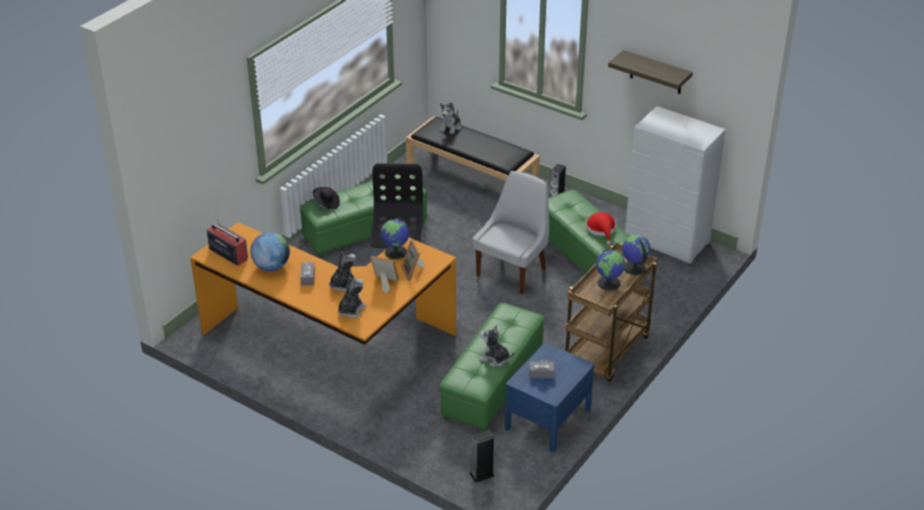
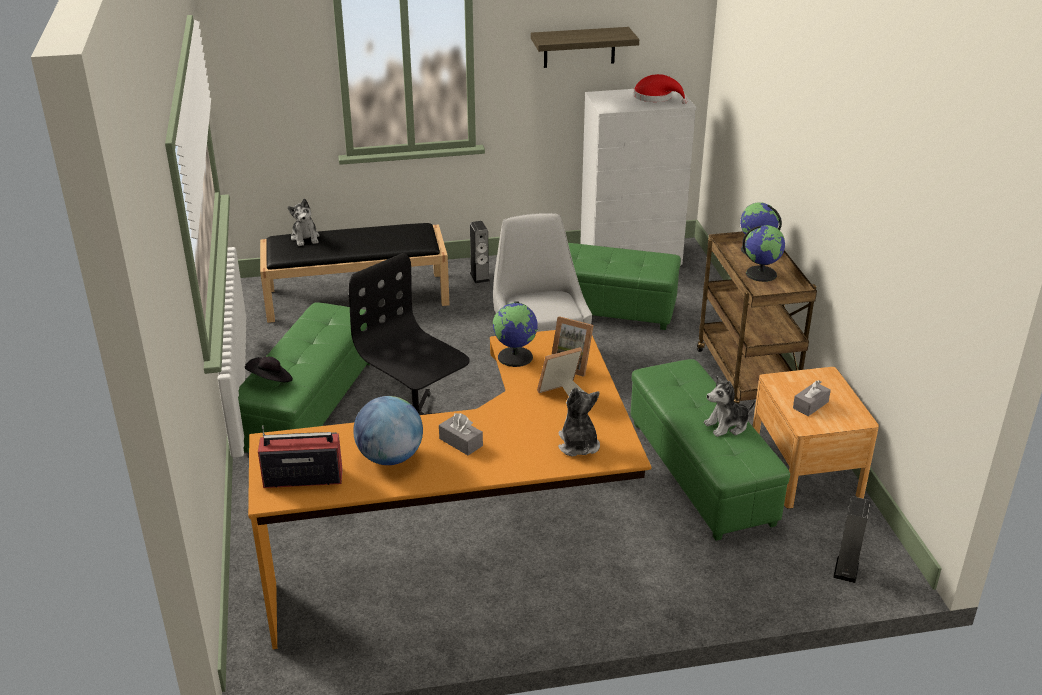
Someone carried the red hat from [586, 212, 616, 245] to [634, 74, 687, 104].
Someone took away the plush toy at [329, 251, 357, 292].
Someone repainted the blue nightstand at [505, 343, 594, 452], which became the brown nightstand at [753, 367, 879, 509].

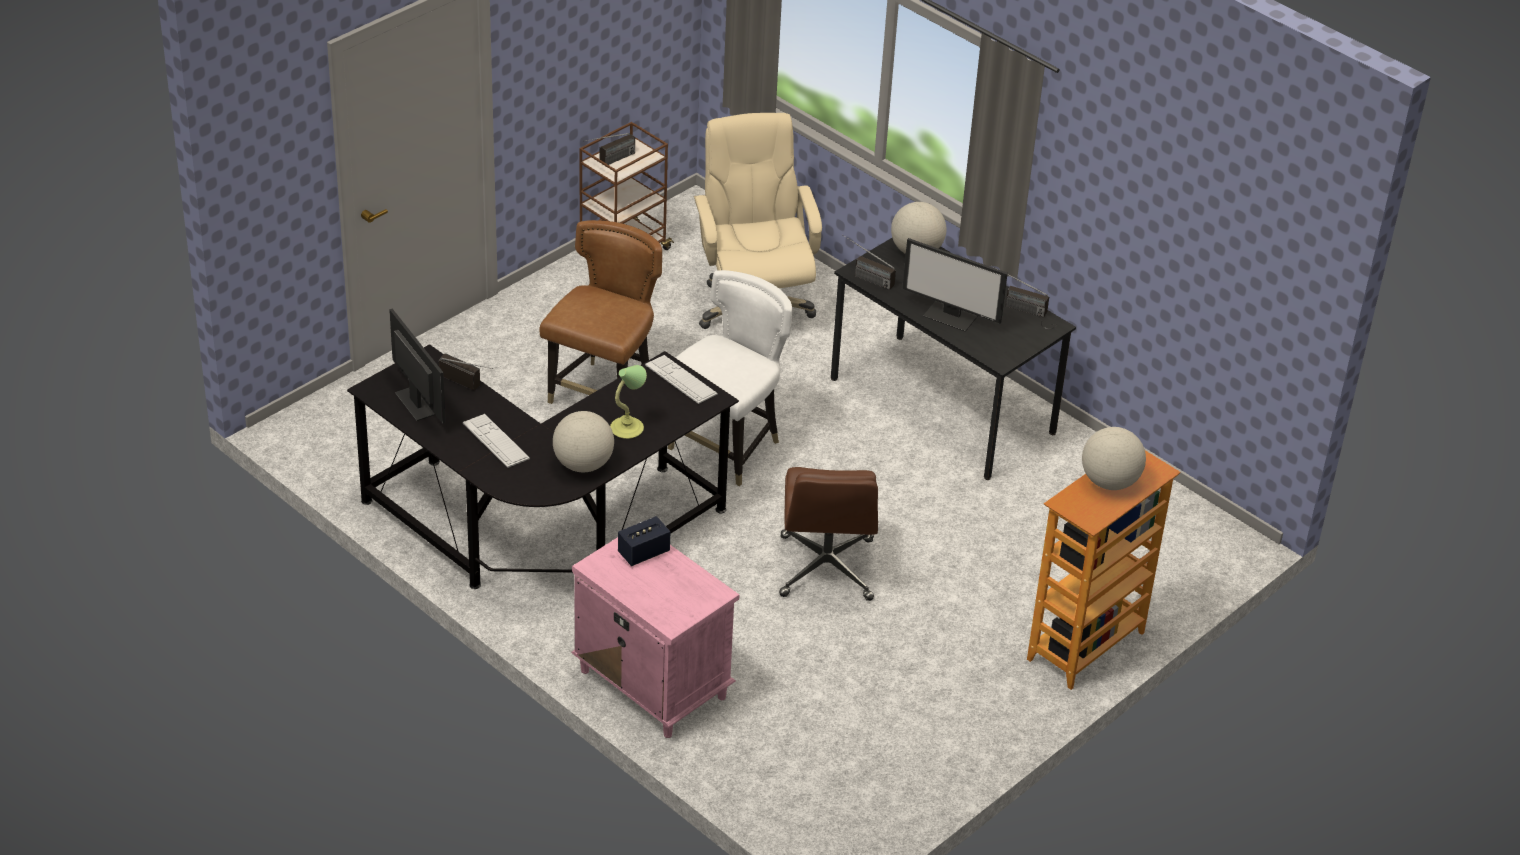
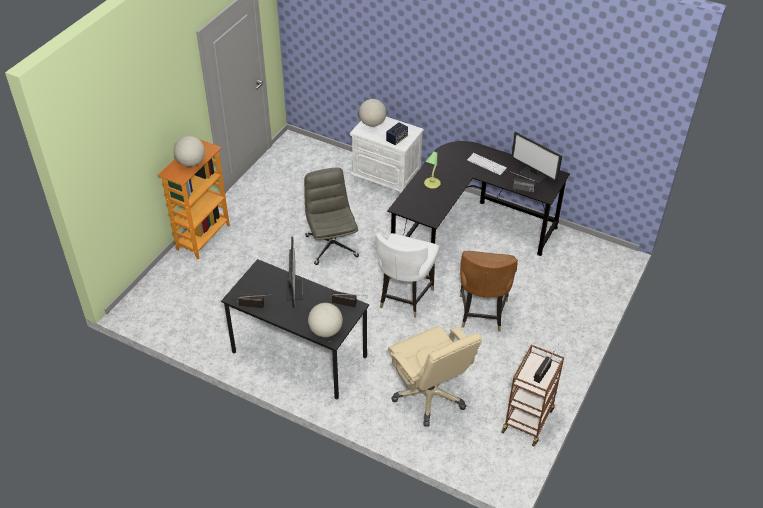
Someone rotated the monitor at [902, 238, 1008, 332] by 75 degrees clockwise.
Someone took away the keyboard at [645, 355, 718, 404].
Someone carried the globe from [553, 411, 614, 472] to [359, 99, 386, 127].
Someone repainted the brown office chair at [779, 467, 878, 601], which became the grey office chair at [304, 167, 359, 265].
Someone repainted the pink nightstand at [571, 537, 739, 738], which became the white nightstand at [350, 117, 424, 194].

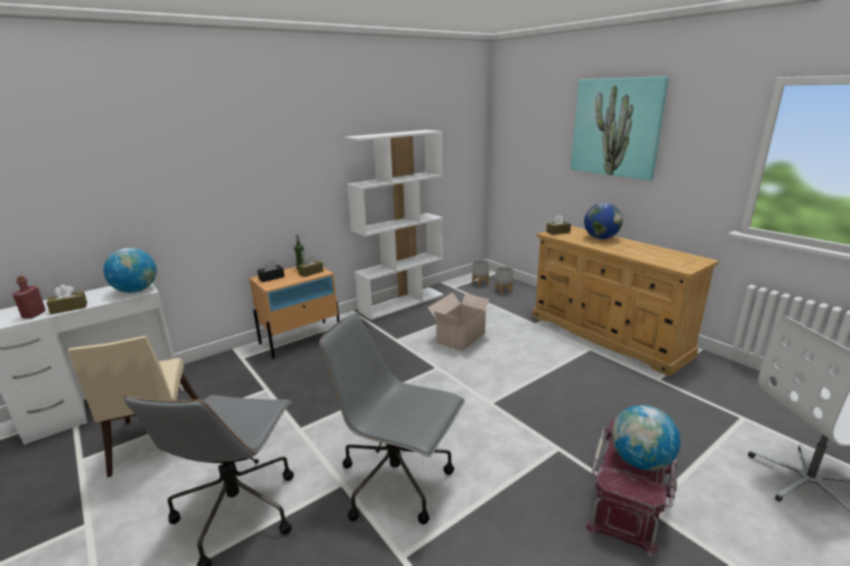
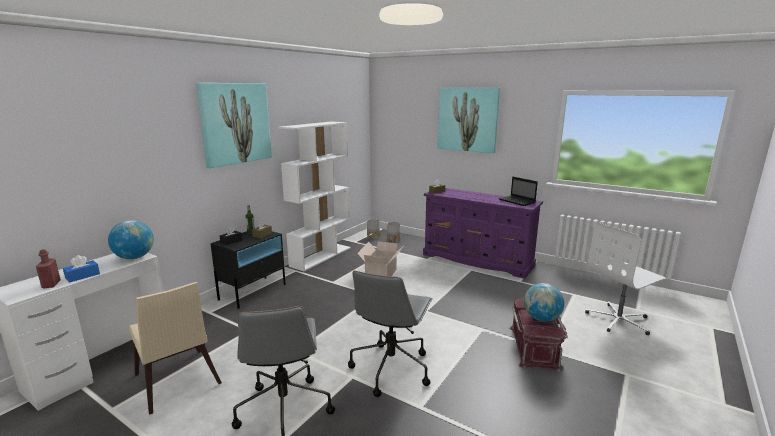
Someone took away the globe at [584, 203, 623, 239].
Someone repainted the beige dresser at [532, 226, 719, 376], which became the purple dresser at [423, 188, 543, 279].
Someone repainted the beige nightstand at [249, 266, 339, 358], which became the black nightstand at [210, 231, 286, 309].
Someone repainted the brown tissue box at [47, 285, 87, 314], which became the blue tissue box at [63, 255, 100, 283].
Someone rotated the grey office chair at [319, 313, 465, 525] by 75 degrees counterclockwise.
Someone put up the picture at [196, 83, 272, 168].
Someone put down the laptop at [498, 177, 538, 206].

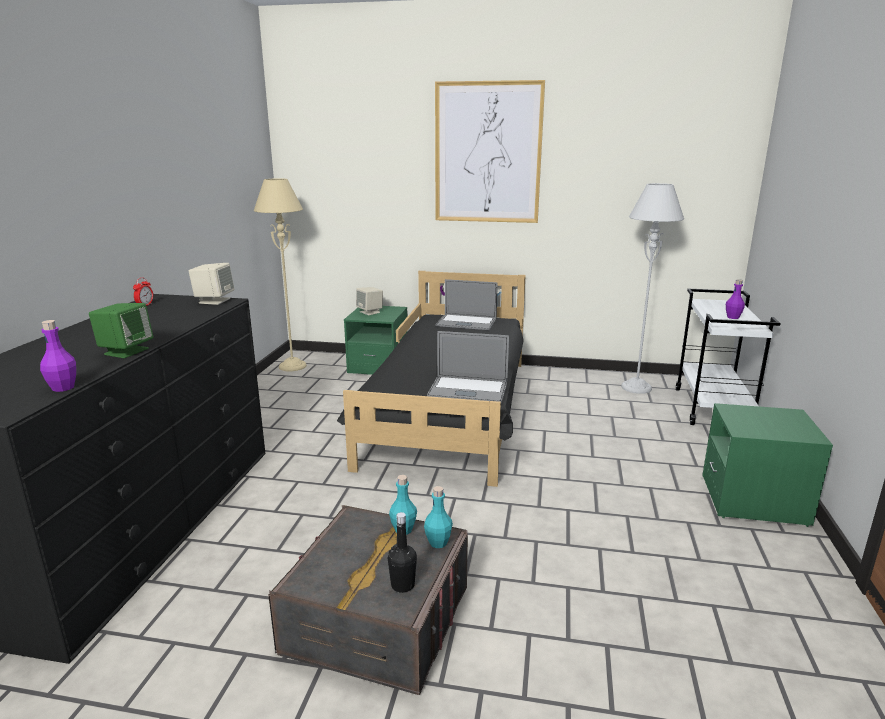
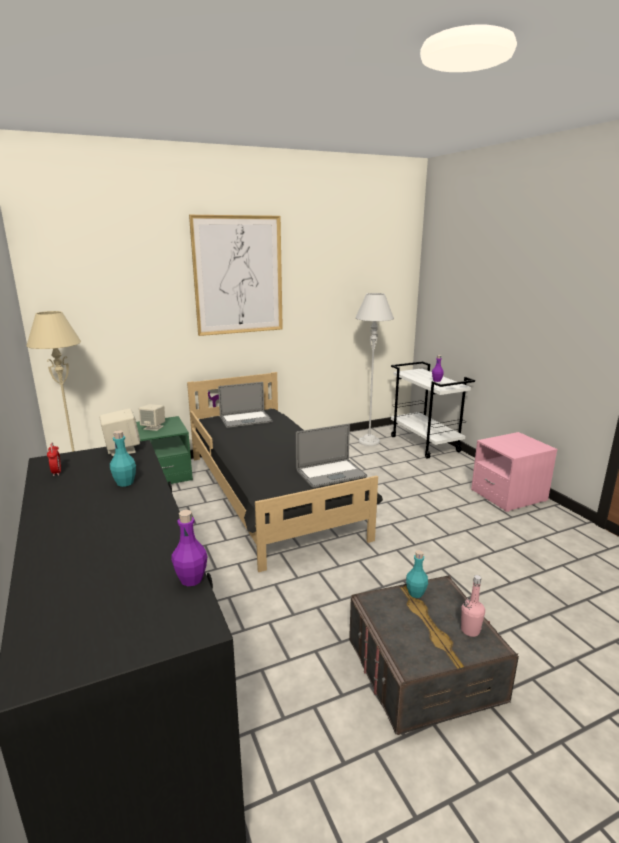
Someone took away the green speaker at [89, 303, 154, 358].
Someone repainted the green nightstand at [702, 403, 833, 527], which became the pink nightstand at [471, 432, 557, 512].
Someone carried the turquoise bottle from [424, 486, 453, 548] to [110, 430, 136, 487].
Someone repainted the black bottle at [388, 512, 417, 593], which became the pink bottle at [461, 575, 485, 637].

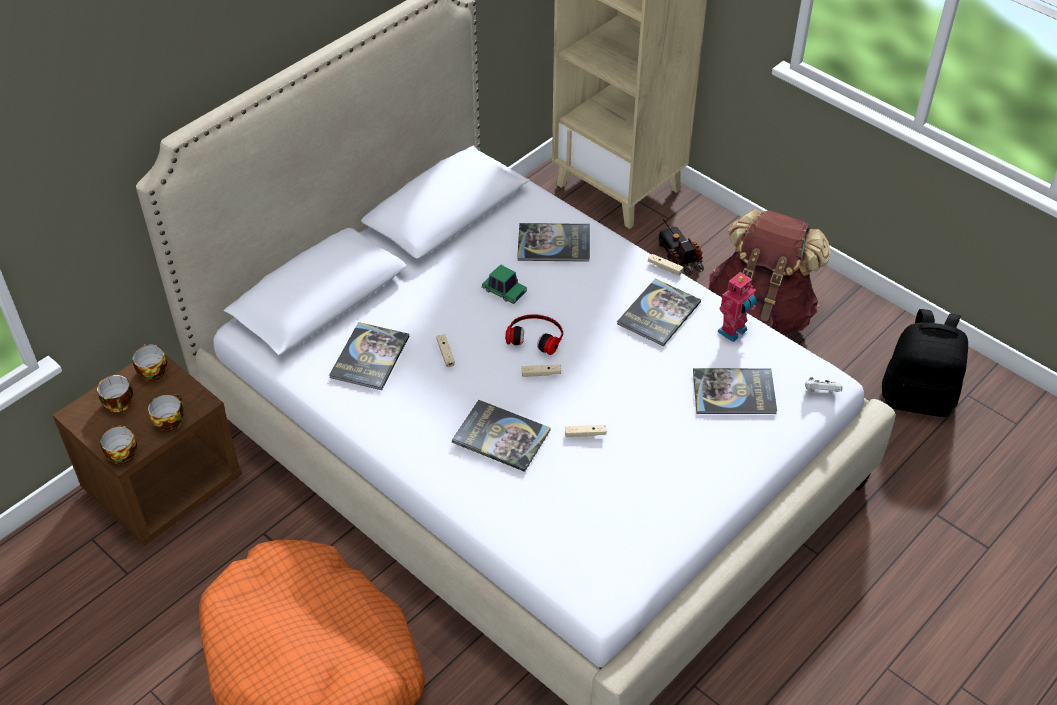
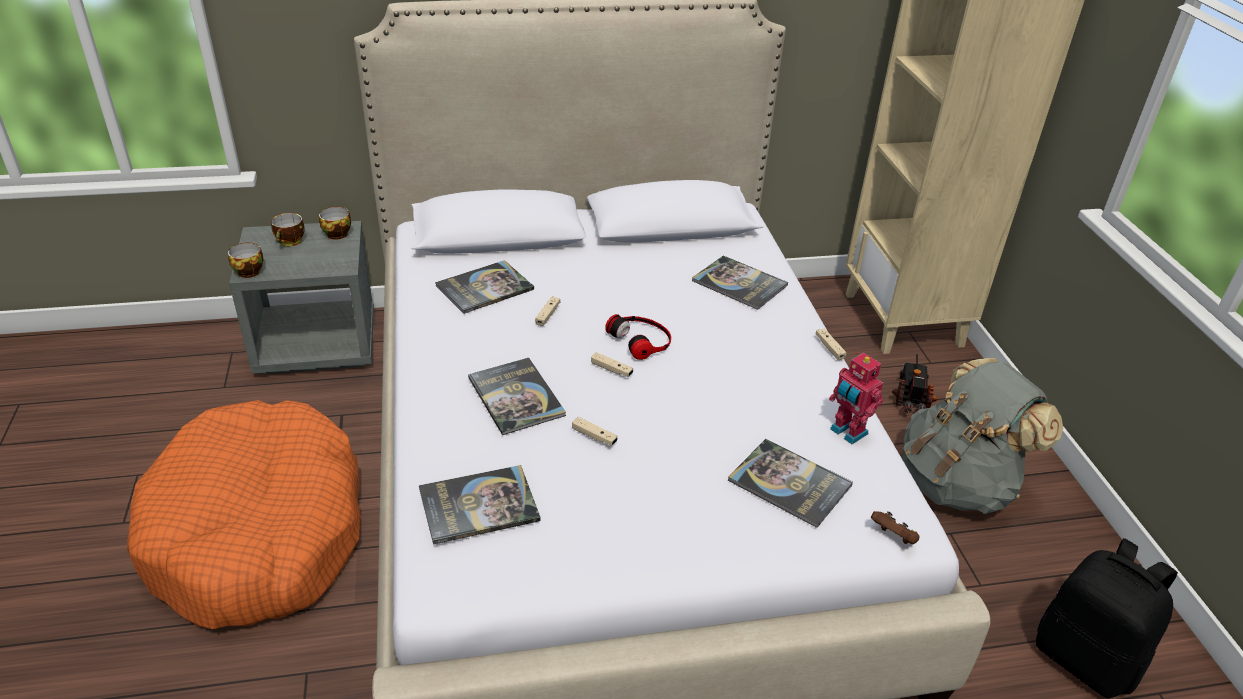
Someone repainted the brown backpack at [709, 209, 831, 336], which became the grey backpack at [901, 358, 1063, 514].
Someone took away the toy car at [482, 264, 527, 304].
Someone rotated the toy robot at [717, 272, 756, 342] by 60 degrees clockwise.
Someone carried the book from [617, 279, 701, 346] to [419, 465, 541, 545].
Someone repainted the brown nightstand at [53, 354, 242, 546], which became the grey nightstand at [229, 221, 374, 375].
Someone repainted the white game controller at [805, 377, 843, 393], which became the brown game controller at [871, 511, 920, 545].
Someone took away the cup at [148, 394, 184, 432].

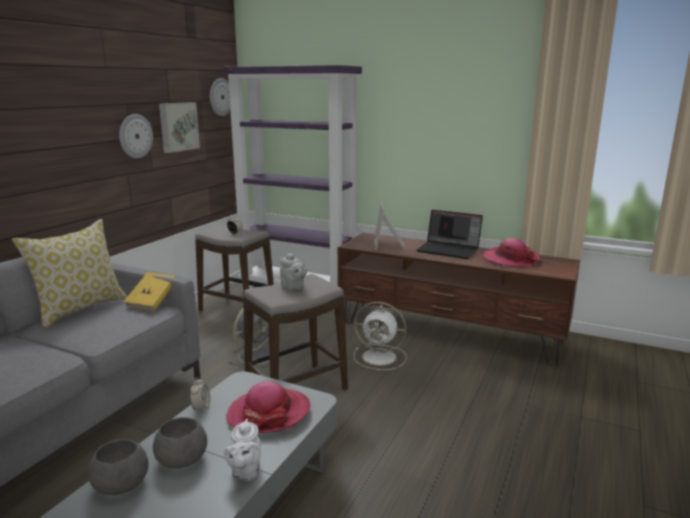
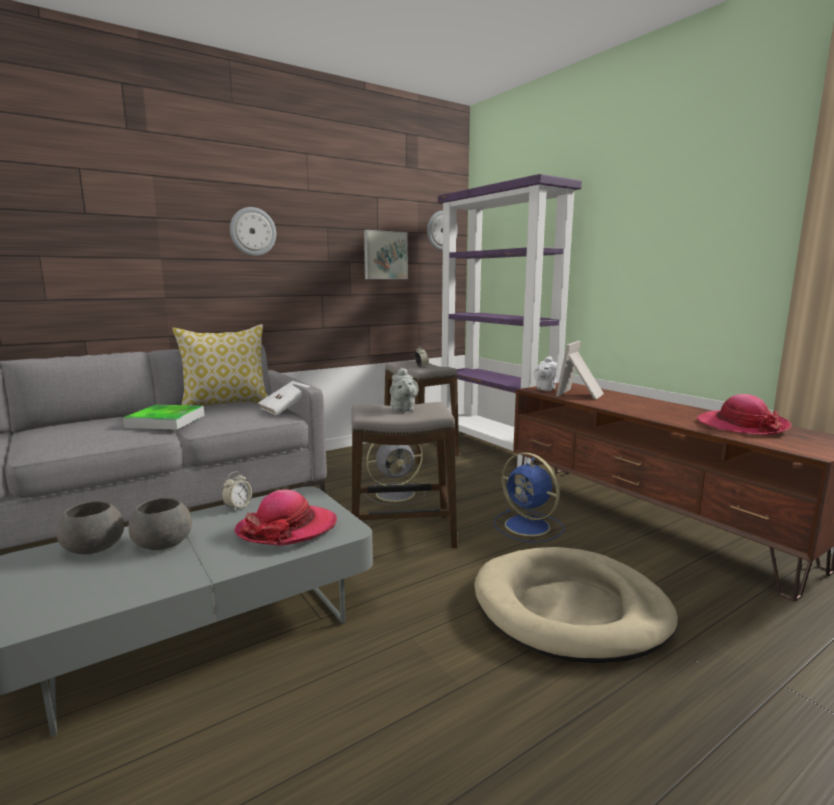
Someone carried the wall clock from [119, 114, 153, 158] to [230, 207, 276, 256].
Someone took away the laptop at [417, 210, 483, 259].
Someone repainted the yellow book at [123, 272, 176, 311], which became the white book at [258, 381, 310, 415].
Someone repainted the white fan at [354, 302, 407, 370], which became the blue fan at [494, 452, 564, 543].
Someone carried the white teapot from [224, 419, 261, 481] to [534, 356, 557, 391].
Someone put down the tray at [123, 405, 205, 430].
Someone put down the beige dog bed at [474, 547, 678, 663].

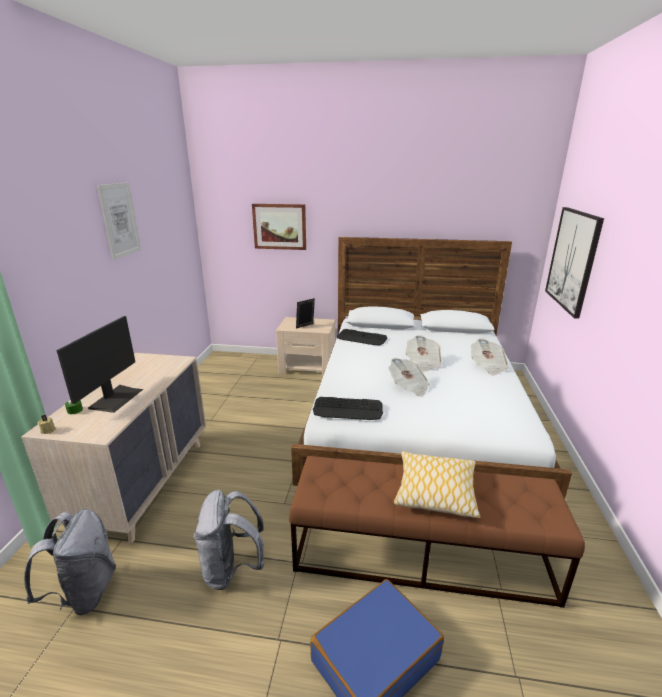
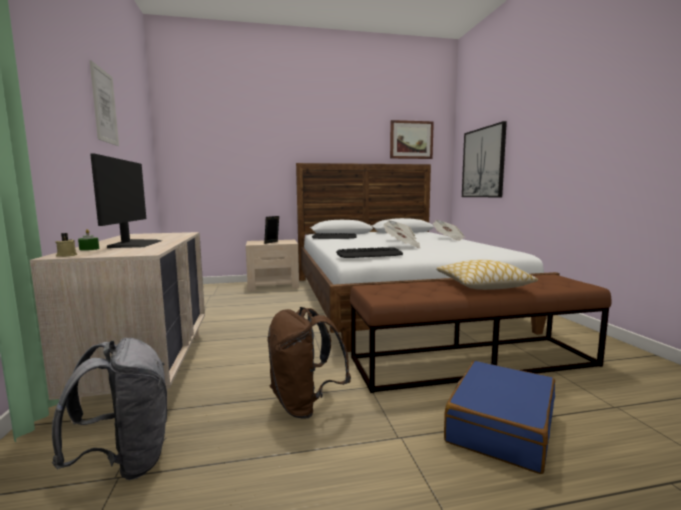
Someone carried the picture from [252, 204, 306, 250] to [390, 120, 434, 159].
Someone repainted the grey backpack at [193, 490, 264, 590], which became the brown backpack at [267, 307, 351, 419].

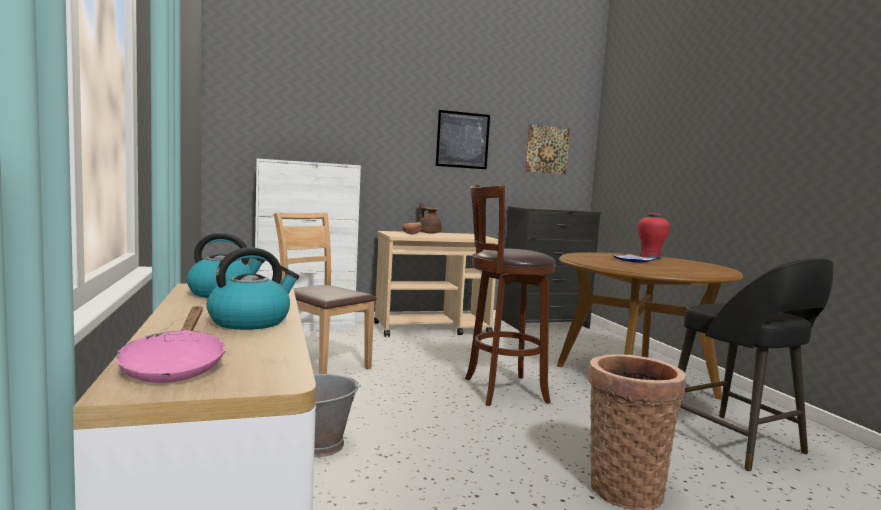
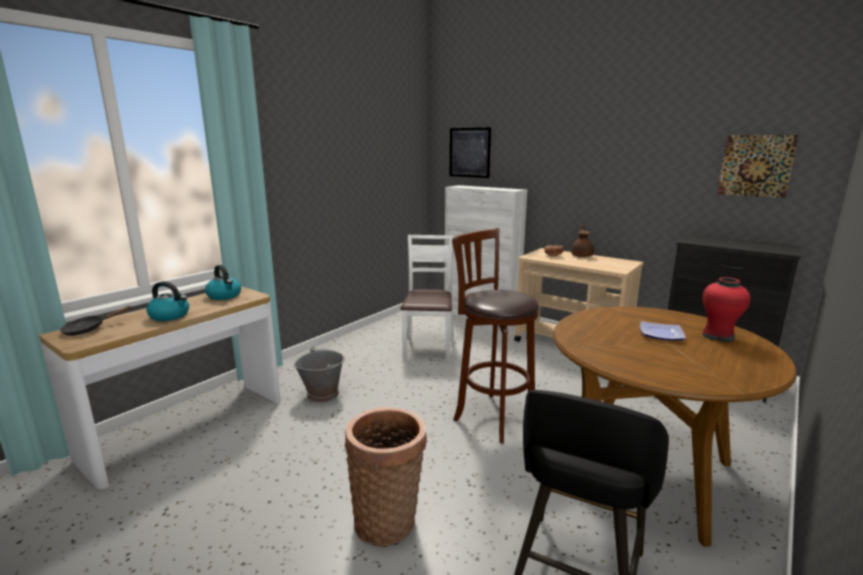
Someone carried the picture from [435, 110, 490, 169] to [450, 127, 491, 178].
Someone repainted the brown chair at [274, 213, 377, 374], which became the white chair at [400, 235, 454, 362].
Someone repainted the pink frying pan at [116, 306, 226, 383], which became the black frying pan at [60, 306, 132, 336].

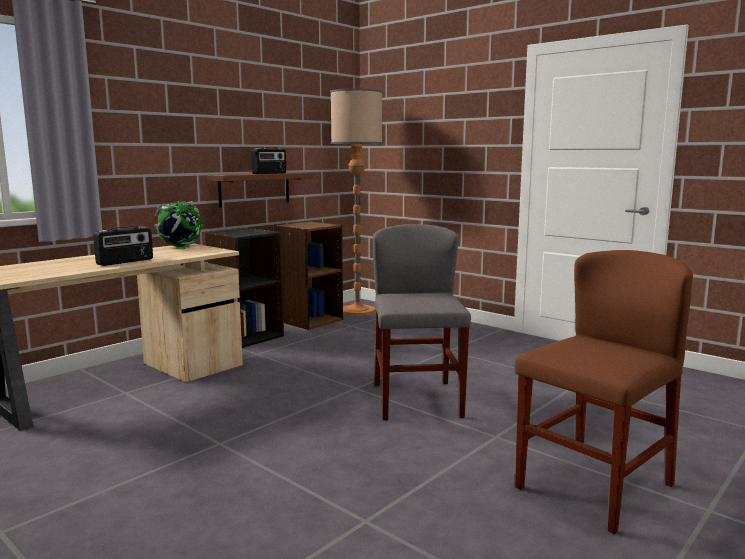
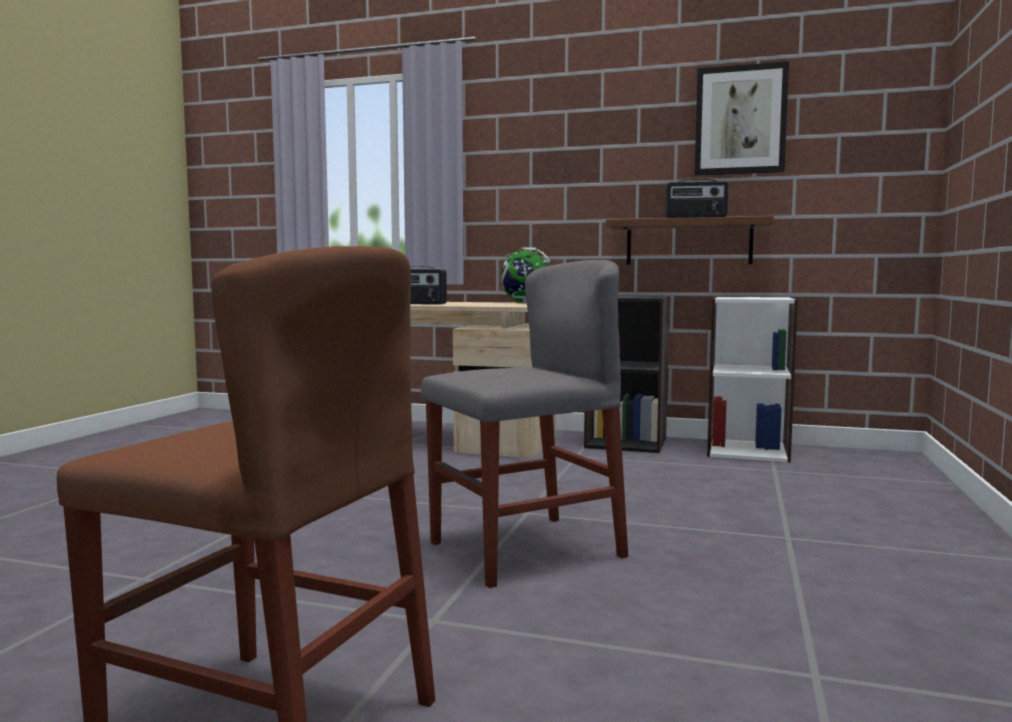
Someone took away the floor lamp at [330, 88, 383, 315].
Someone repainted the brown bookcase at [274, 221, 343, 330], which became the white bookcase at [707, 296, 798, 463].
Someone put up the picture at [695, 61, 789, 176].

